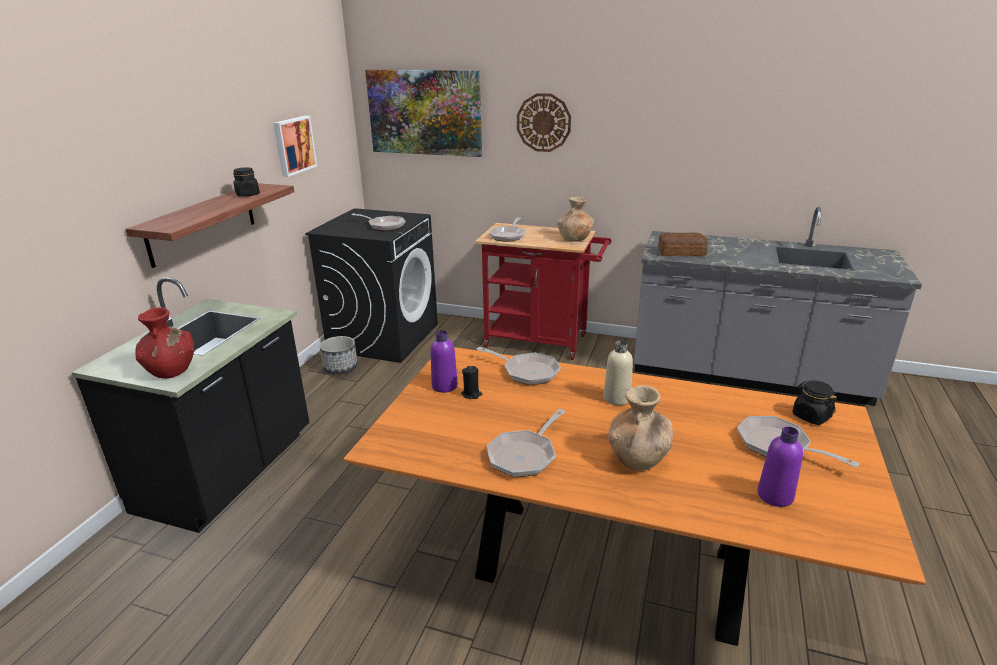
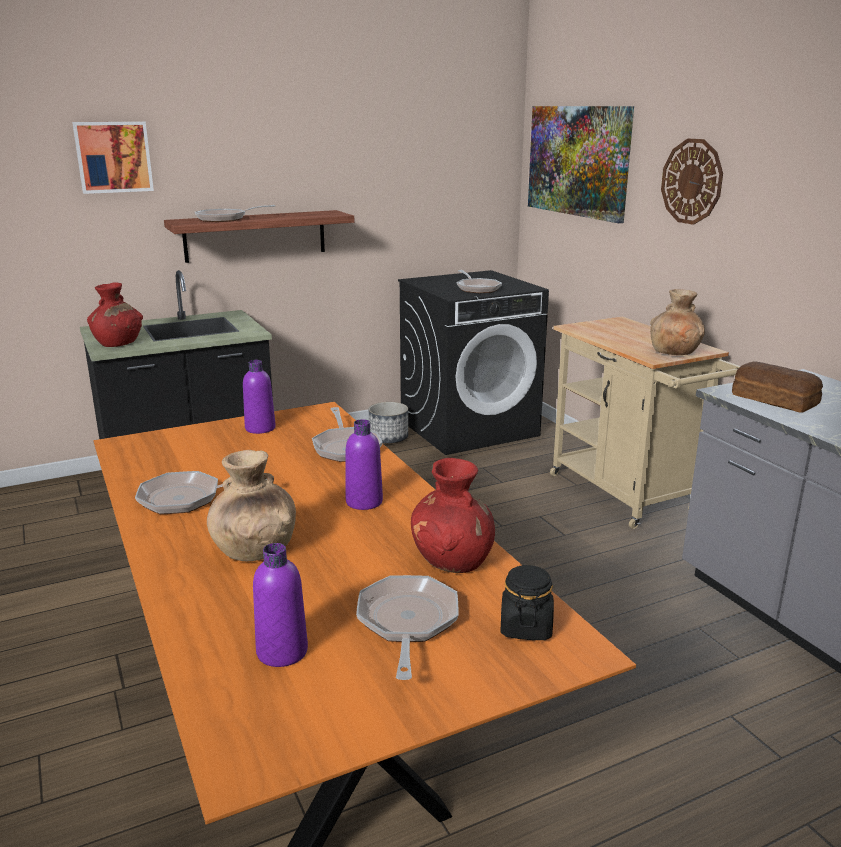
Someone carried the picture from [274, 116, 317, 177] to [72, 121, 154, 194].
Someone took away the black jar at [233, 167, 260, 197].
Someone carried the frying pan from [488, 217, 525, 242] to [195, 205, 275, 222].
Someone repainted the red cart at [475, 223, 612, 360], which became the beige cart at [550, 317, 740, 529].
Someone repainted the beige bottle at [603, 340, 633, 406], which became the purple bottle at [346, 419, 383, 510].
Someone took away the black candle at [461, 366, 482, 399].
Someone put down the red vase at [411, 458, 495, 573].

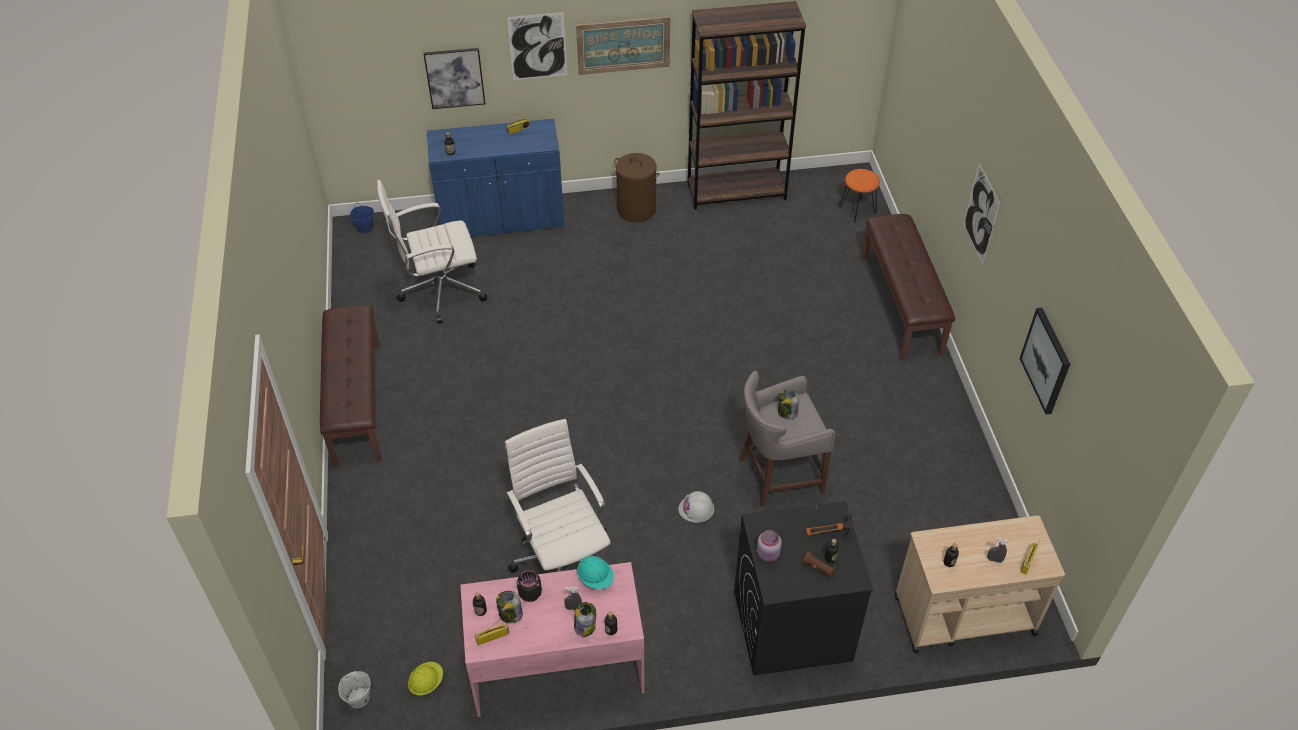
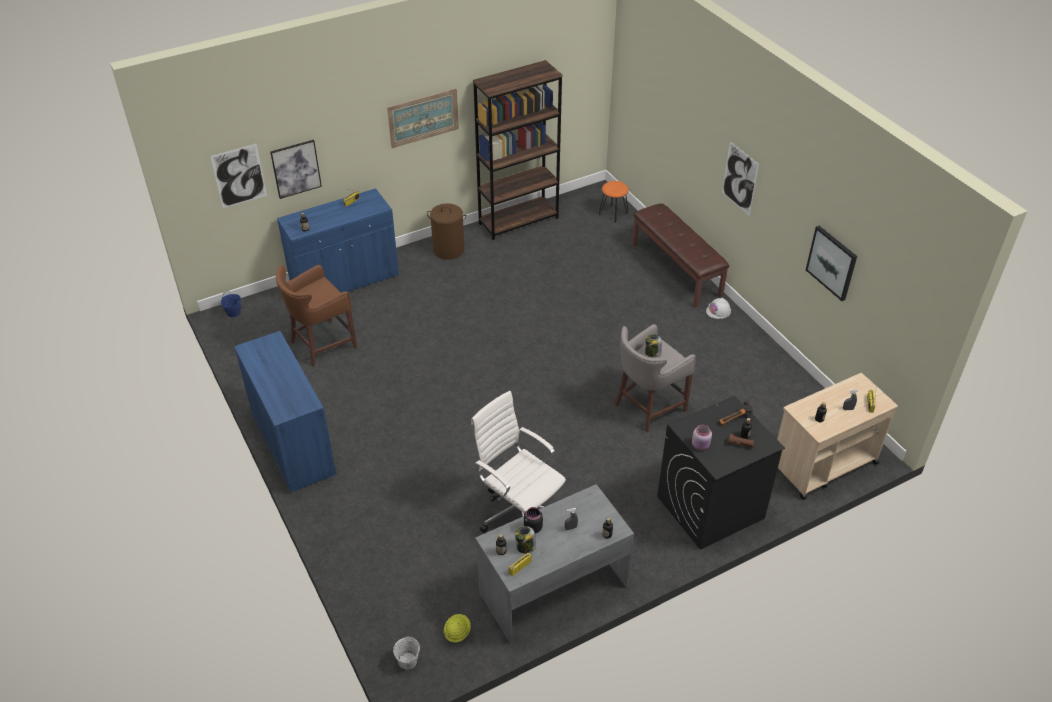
Someone carried the picture from [507, 12, 567, 80] to [210, 144, 267, 208].
Someone swapped the white office chair at [377, 180, 487, 324] for the brown stool at [276, 265, 357, 367].
Someone swapped the brown bench at [320, 305, 382, 467] for the blue cabinet at [234, 331, 336, 493].
Someone carried the white hard hat from [678, 491, 715, 523] to [706, 298, 731, 319].
Someone took away the turquoise hard hat at [577, 556, 614, 589].
Someone repainted the pink desk at [460, 562, 644, 717], which became the grey desk at [475, 484, 634, 644].
Someone took away the jar at [574, 602, 596, 637].

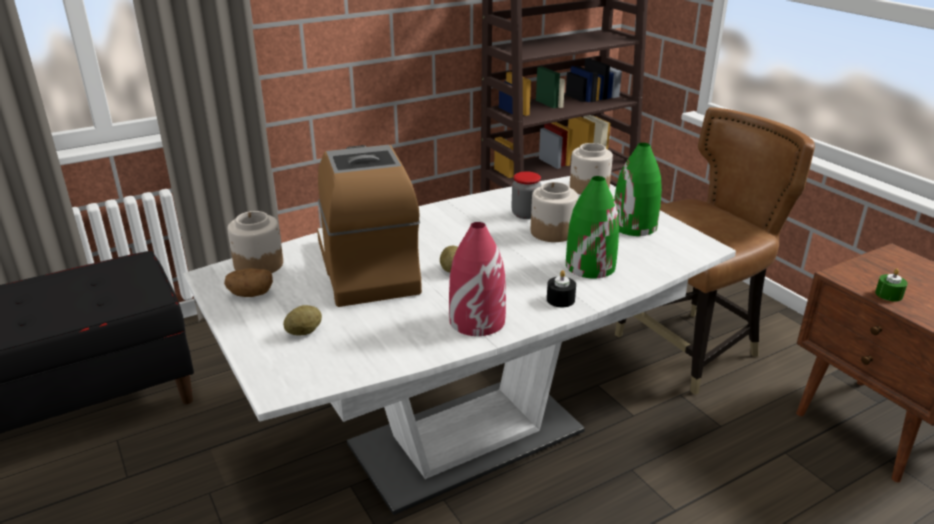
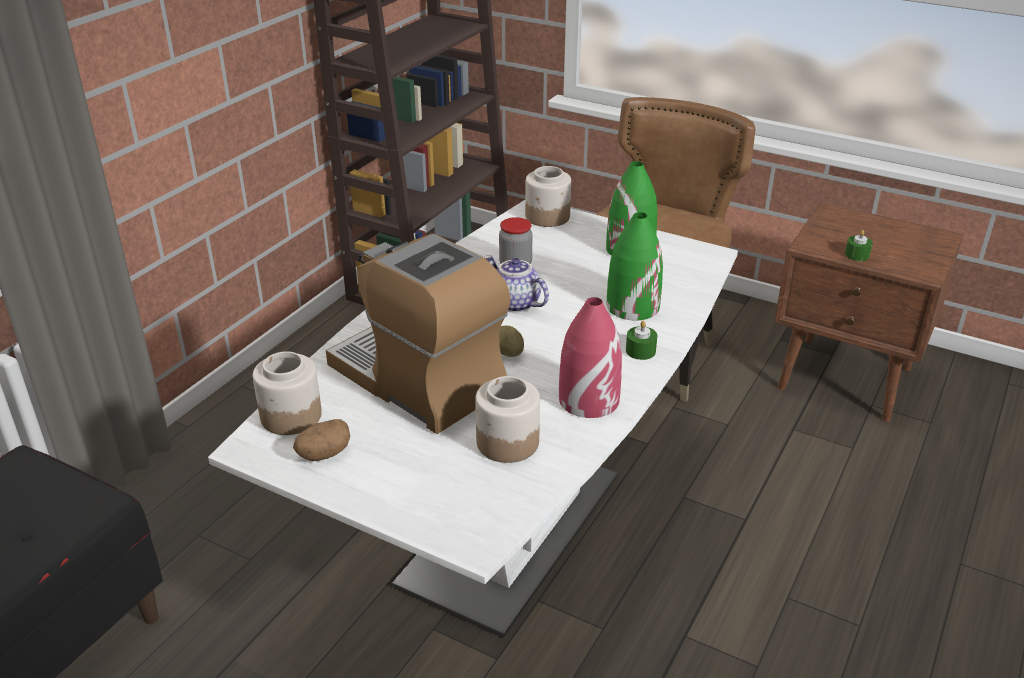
Someone carried the jar from [531, 182, 578, 242] to [475, 376, 540, 463].
Someone repainted the black candle at [547, 270, 576, 307], which became the green candle at [626, 321, 658, 360].
Someone took away the potato at [283, 305, 322, 336].
Someone put down the teapot at [484, 255, 549, 312].

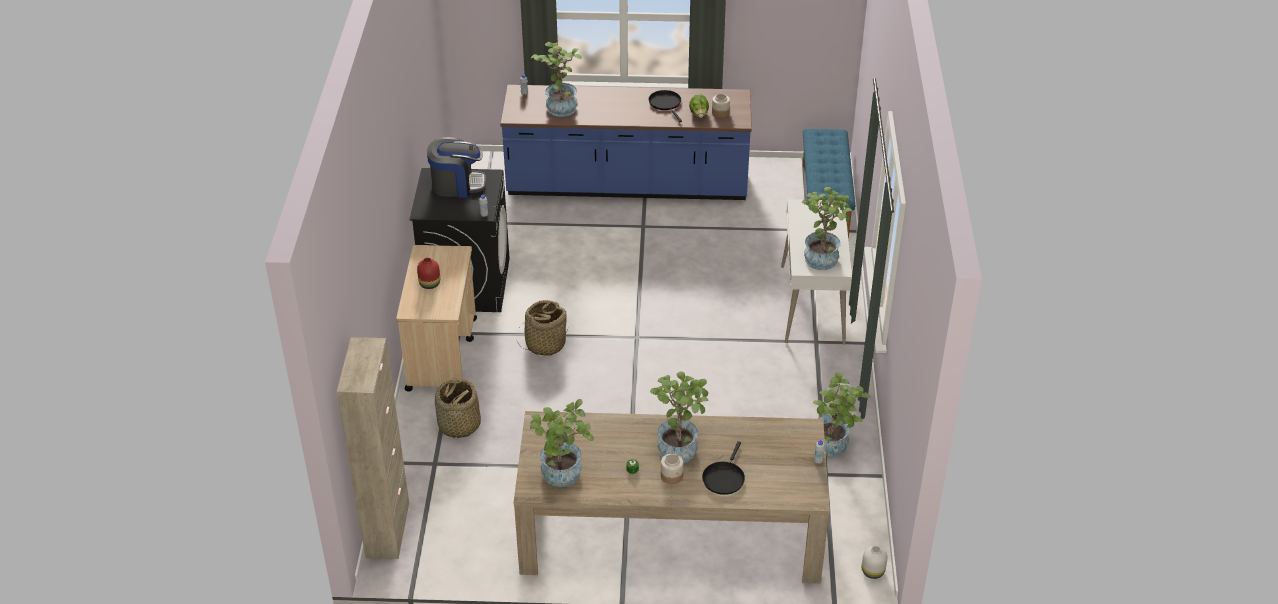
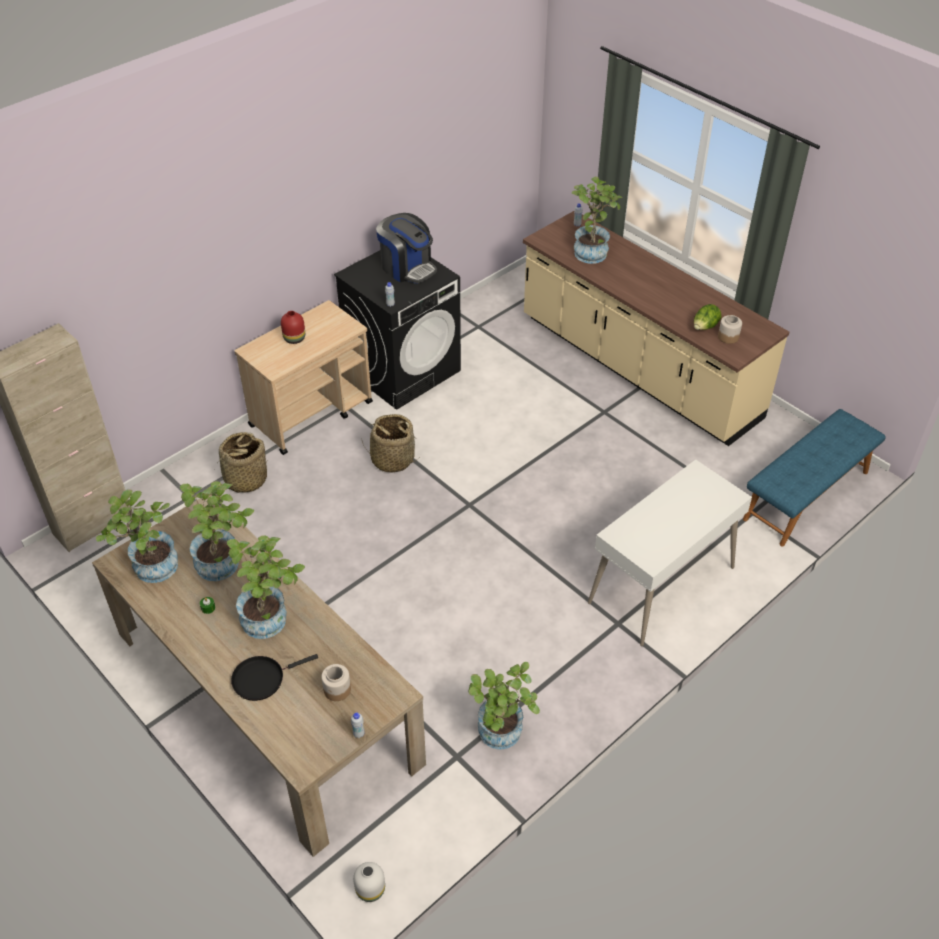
Someone repainted the blue counter at [500, 85, 752, 200], which became the beige counter at [523, 211, 789, 446].
Someone took away the black frying pan at [648, 90, 682, 122].
Someone carried the potted plant from [802, 187, 852, 270] to [180, 481, 254, 581].
Someone carried the jar from [661, 453, 684, 484] to [321, 664, 351, 701].

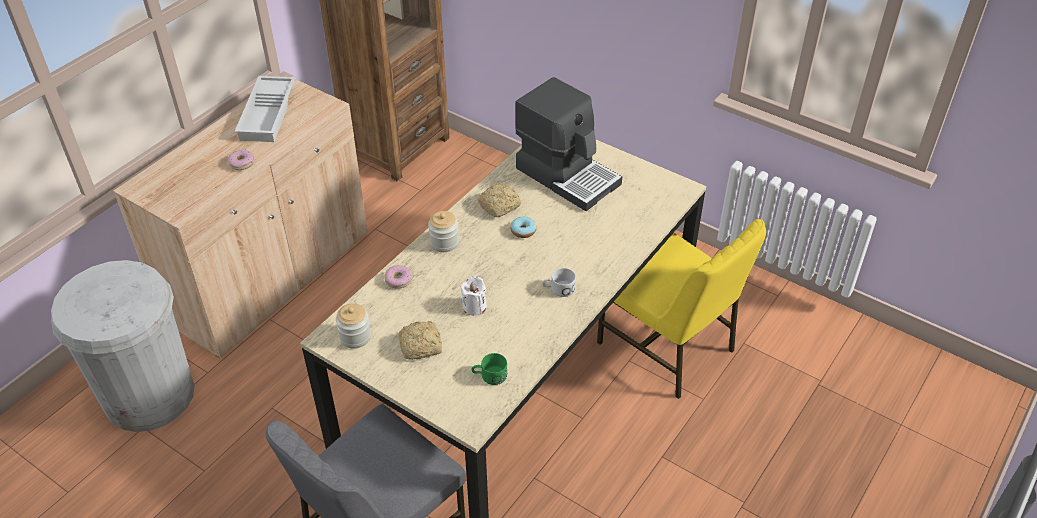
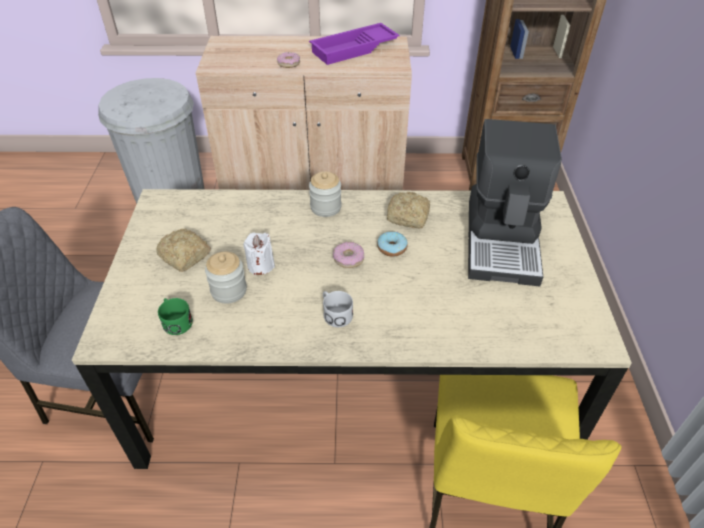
Someone repainted the white tray at [235, 76, 295, 142], which became the purple tray at [309, 23, 400, 65].
Someone carried the donut from [384, 265, 412, 289] to [333, 242, 364, 268].
Someone carried the jar from [336, 303, 371, 349] to [205, 252, 247, 304].

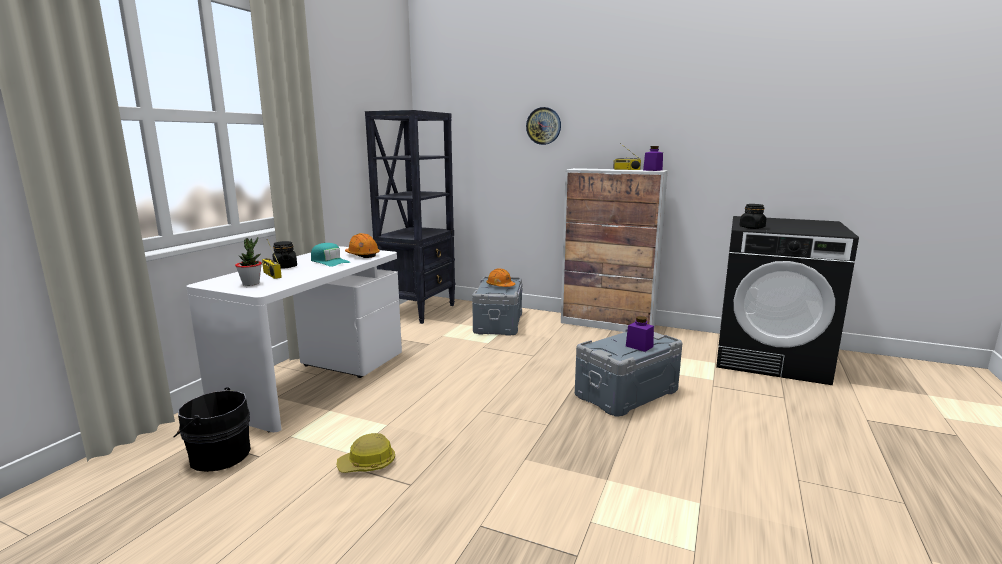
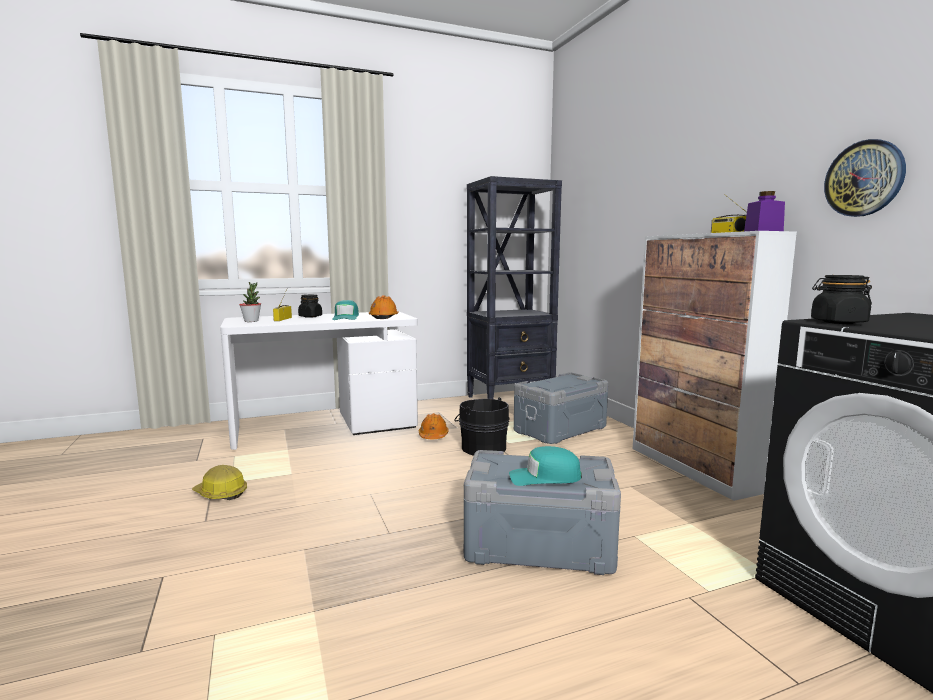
Someone carried the wall clock from [526, 107, 561, 145] to [824, 139, 906, 217].
Someone carried the orange hard hat from [486, 268, 515, 287] to [419, 413, 449, 439].
Someone swapped the purple jar at [626, 316, 654, 352] for the turquoise cap at [509, 446, 582, 486].
Someone carried the black bucket from [174, 387, 251, 472] to [454, 397, 510, 456].

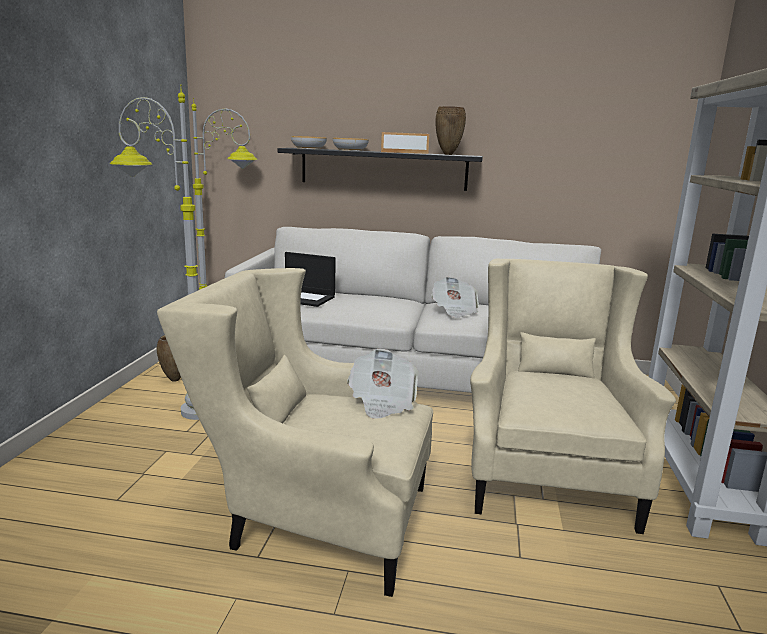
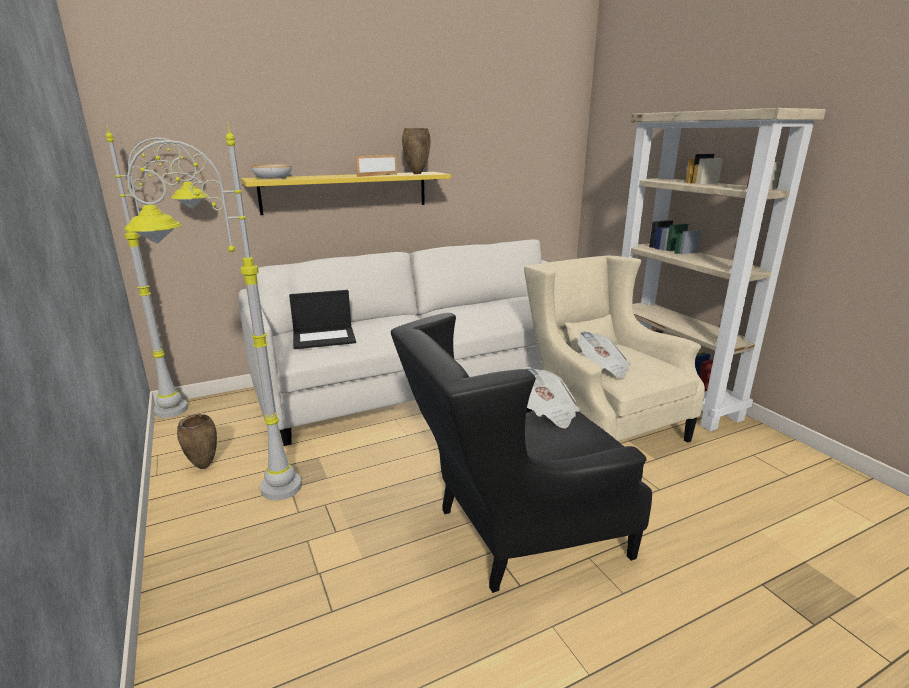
Someone took away the bowl at [333, 138, 369, 151].
Someone repainted the black shelf at [277, 148, 483, 191], which became the yellow shelf at [241, 172, 451, 215].
Someone repainted the beige armchair at [157, 268, 433, 597], which became the black armchair at [391, 313, 652, 593].
Someone carried the newspaper from [431, 277, 479, 318] to [578, 331, 631, 379].

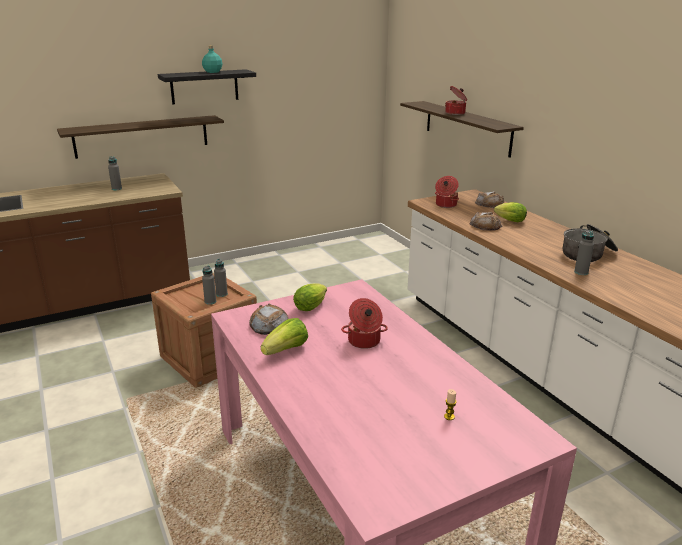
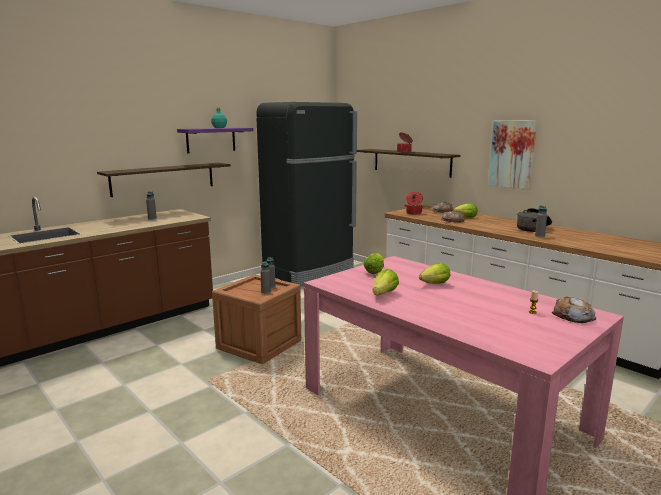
Someone repainted the black shelf at [158, 69, 256, 104], which became the purple shelf at [177, 128, 253, 153].
Someone swapped the cooking pot at [341, 298, 388, 349] for the lettuce at [419, 263, 450, 284].
Someone carried the bread from [249, 304, 288, 335] to [552, 297, 596, 323].
Someone put down the black fridge at [256, 102, 357, 286].
Someone put up the picture at [488, 120, 537, 190].

